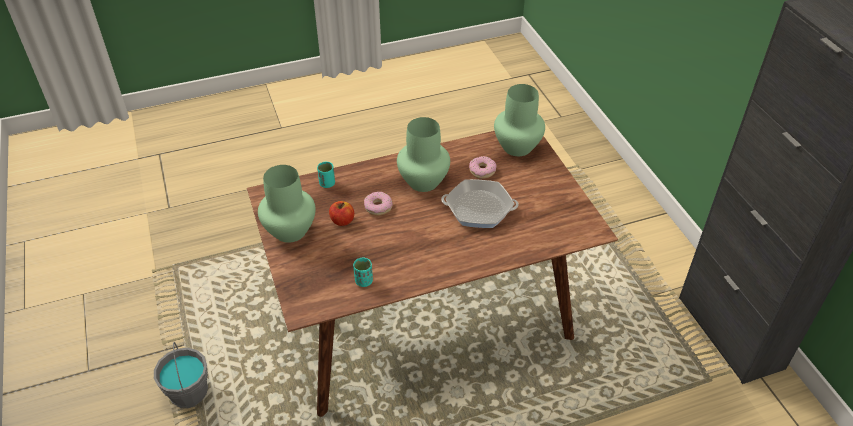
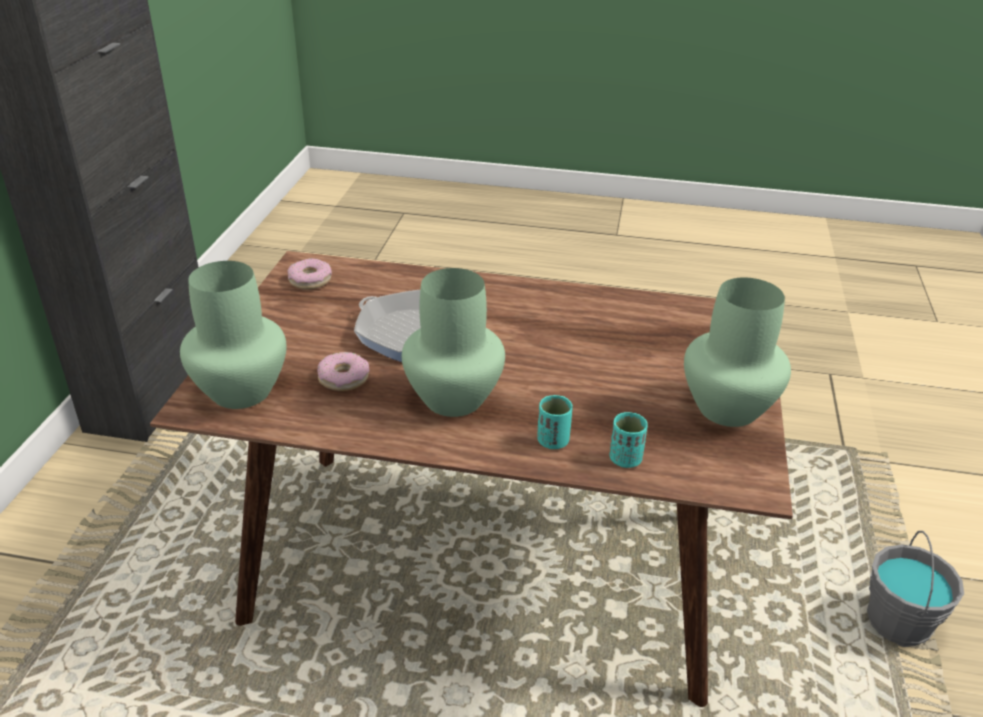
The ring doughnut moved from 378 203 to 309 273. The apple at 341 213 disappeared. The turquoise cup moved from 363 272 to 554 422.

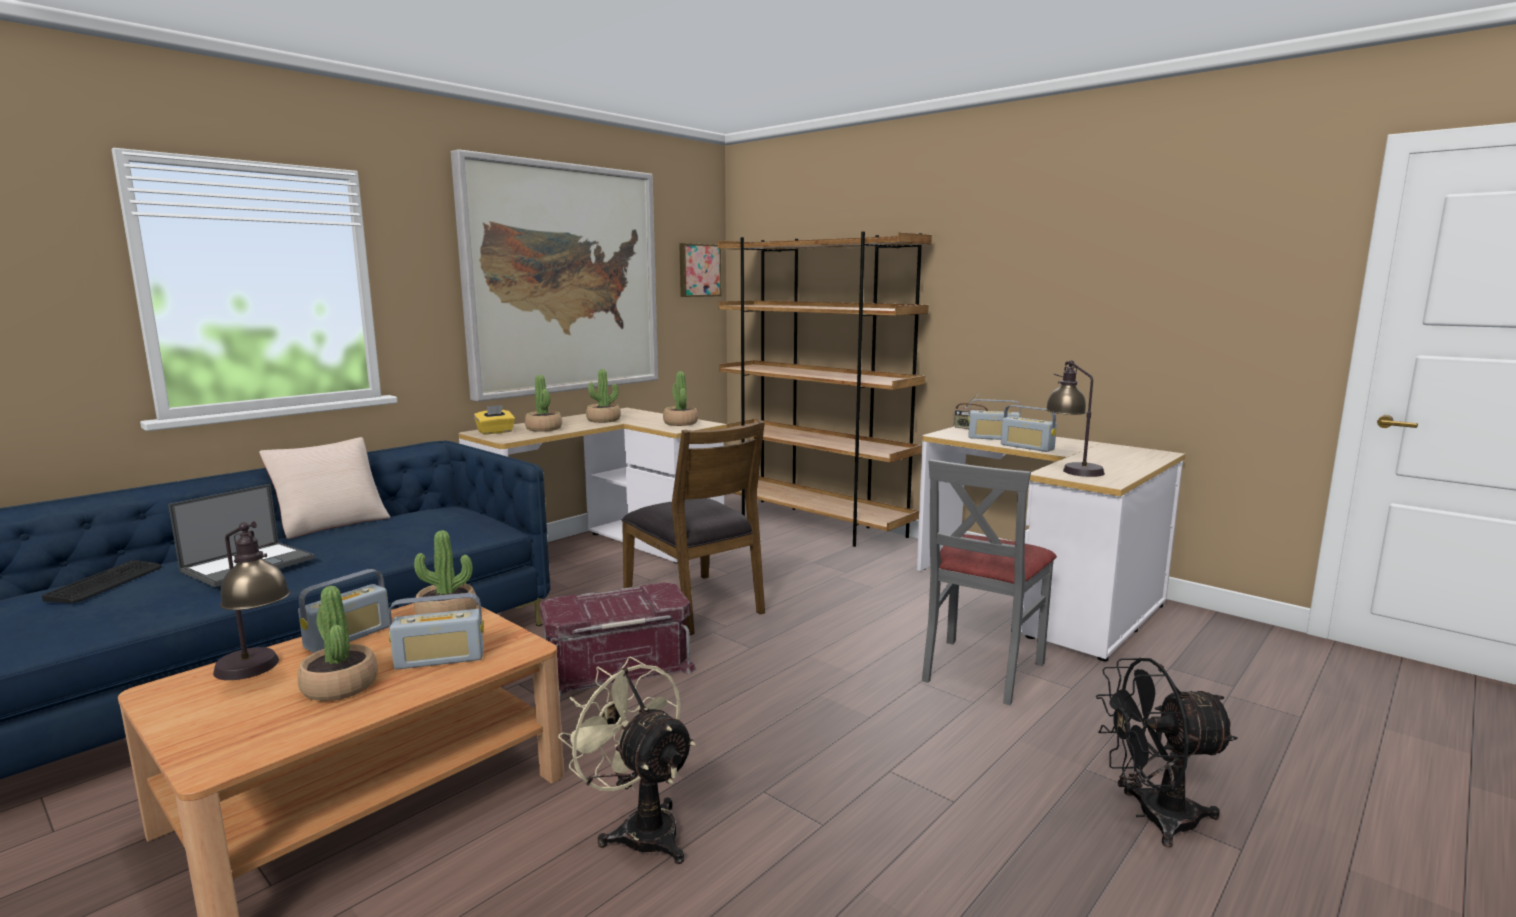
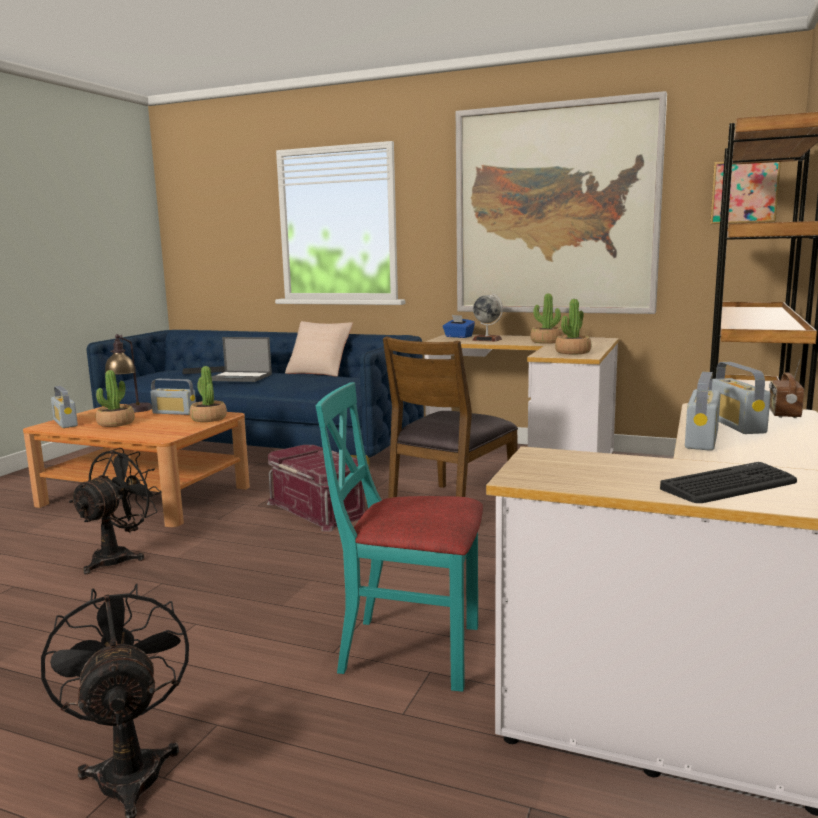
The table lamp at 1075 418 disappeared. The houseplant at 543 403 was replaced by the world globe at 487 317. The yellowish box of tissues at 494 420 became the bluish box of tissues at 459 326. The gray upright chair at 989 582 became the turquoise upright chair at 399 537. The radio moved from 436 631 to 64 407. The beige fan at 626 760 became the black-coloured fan at 115 511. The computer keyboard at 728 482 appeared.

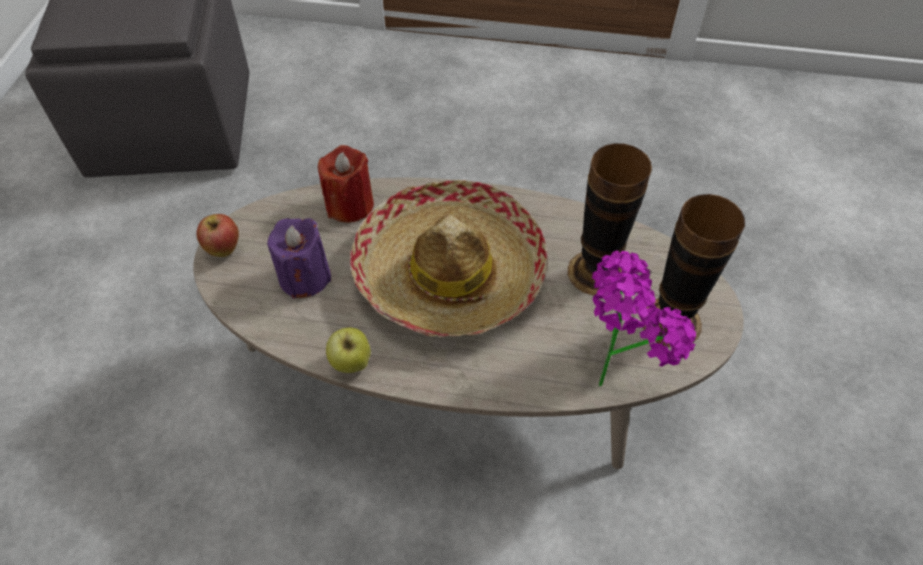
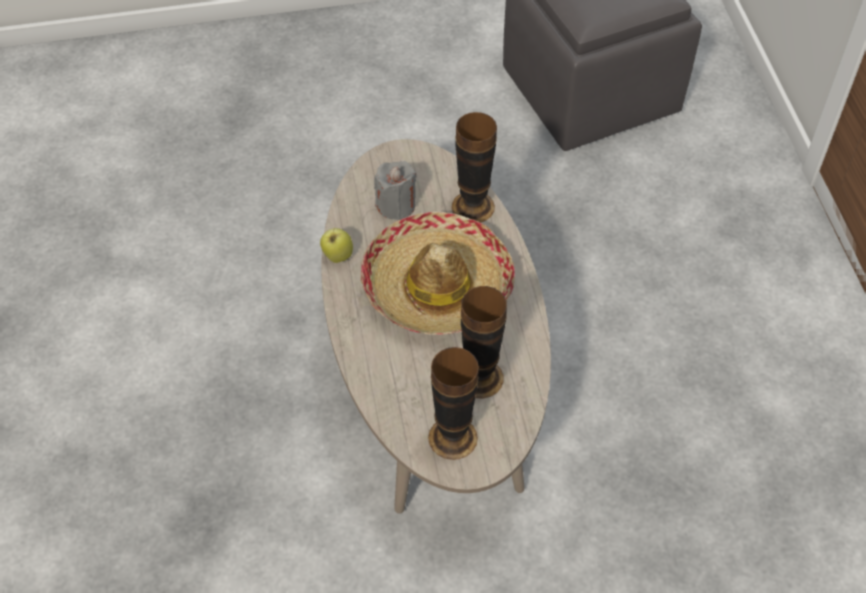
The reddish wax candle at 346 184 was replaced by the flower vase at 474 167. The apple at 217 235 disappeared. The purplish wax candle at 299 258 became the gray wax candle at 395 190. The houseplant at 644 318 disappeared.

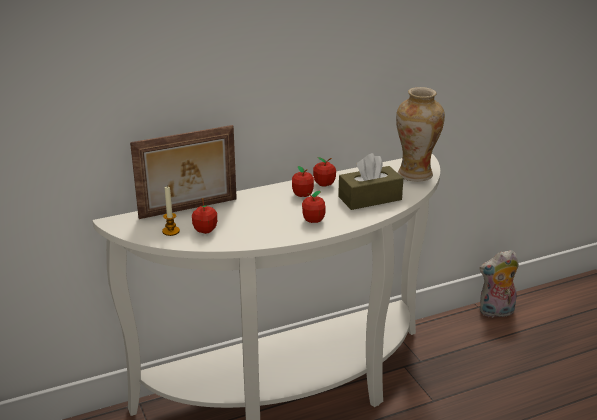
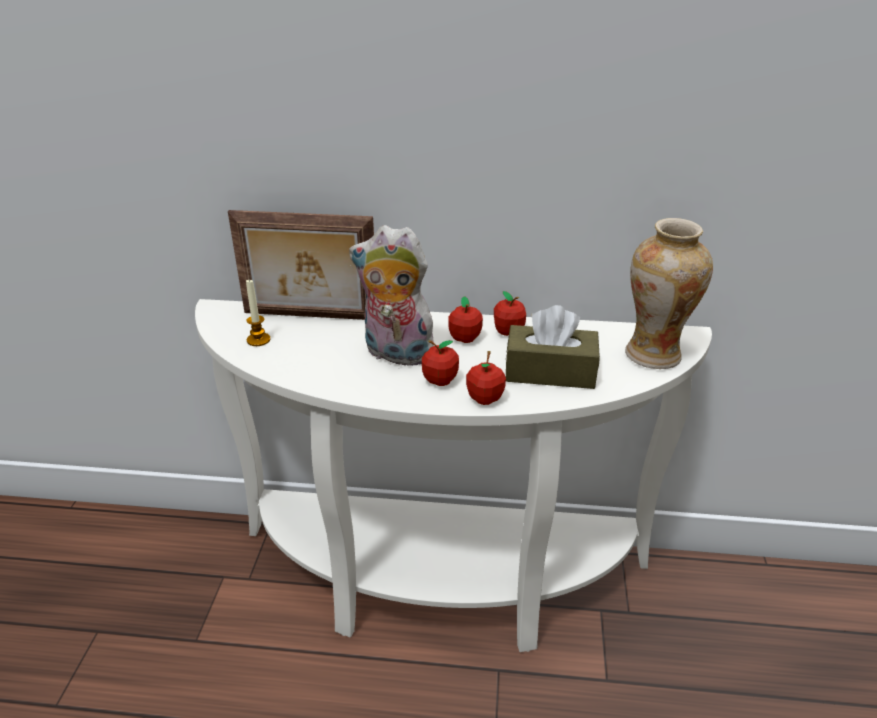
The apple moved from 204 216 to 486 378. The cuddly toy moved from 499 284 to 391 295.

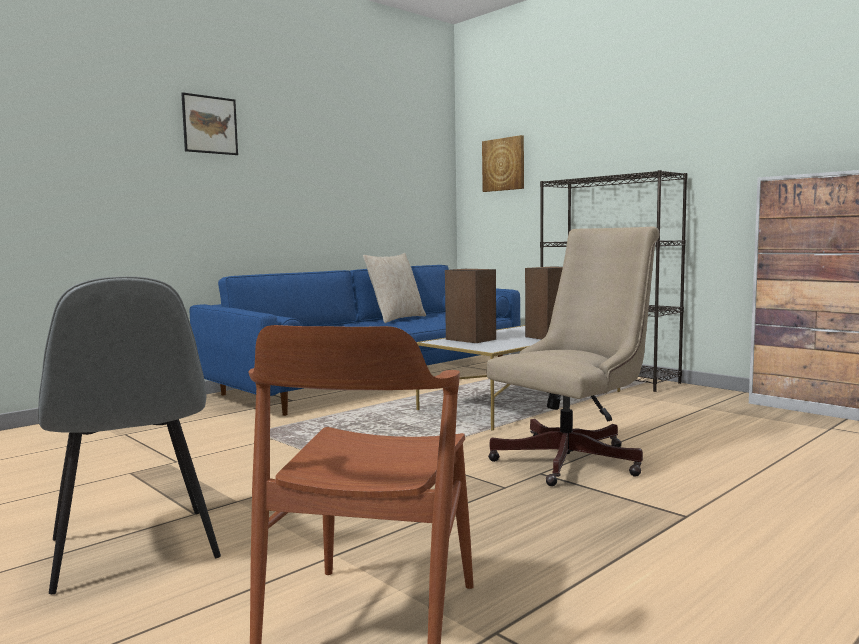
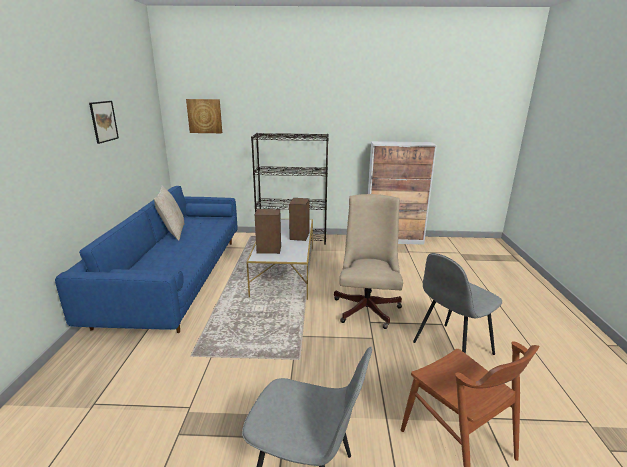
The wall art moved from 209 123 to 104 122. The gray upright chair at 457 304 appeared.

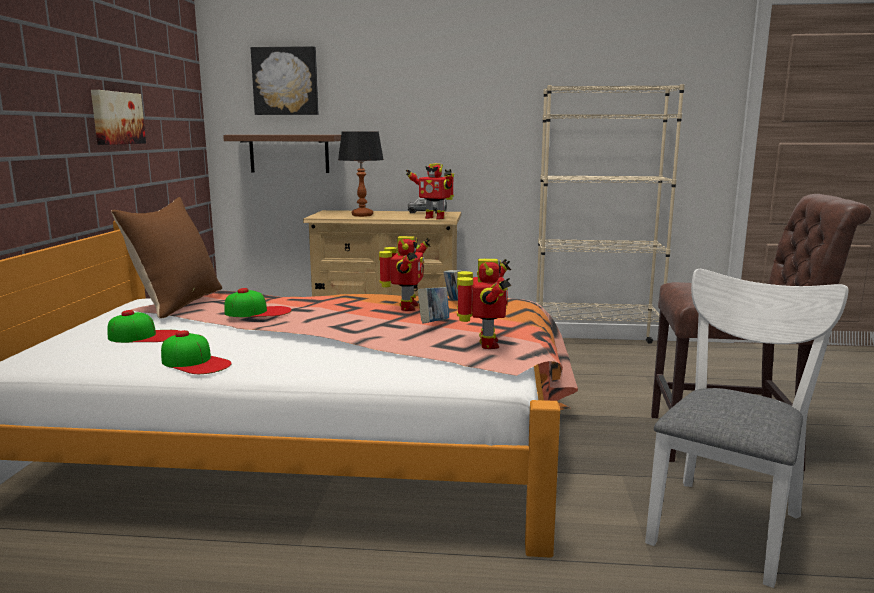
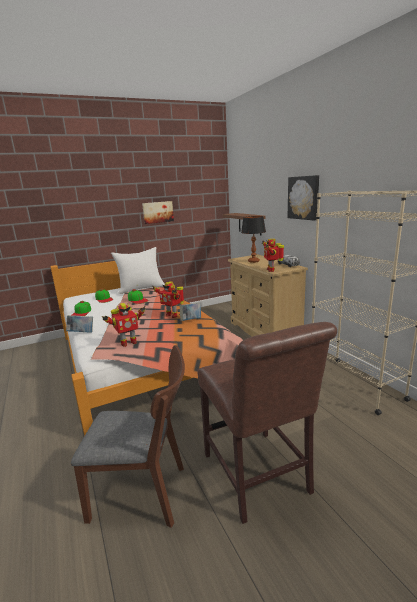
The wall art moved from 285 80 to 303 198. The brownish pillow at 166 257 became the white pillow at 138 270. The model robot at 405 273 turned 60 degrees clockwise. The white upright chair at 747 428 became the brownish upright chair at 128 436. The bound book moved from 433 305 to 79 324.

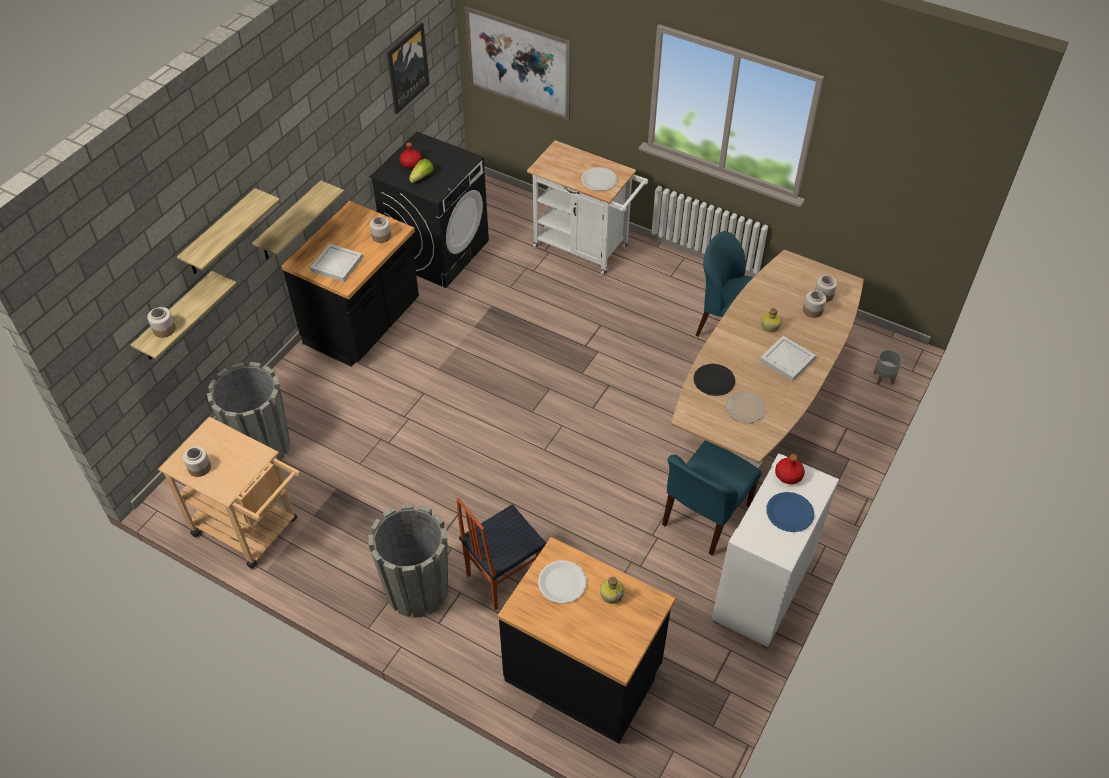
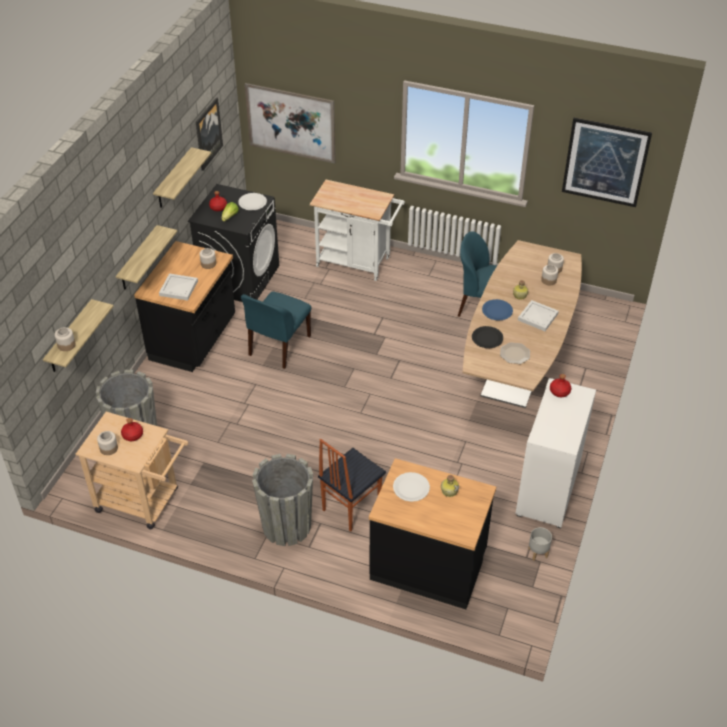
The white flat dish moved from 599 179 to 252 201. The wall shelf moved from 228 231 to 182 177. The gray plant pot moved from 887 367 to 540 544. The bluish upright chair moved from 712 497 to 276 330. The bluish flat dish moved from 790 512 to 497 309. The wall art at 607 162 appeared. The reddish bottle at 132 429 appeared.

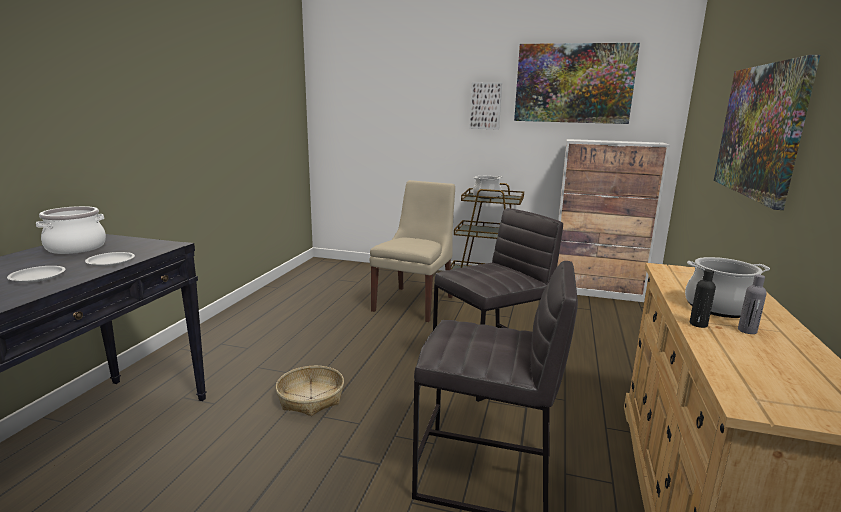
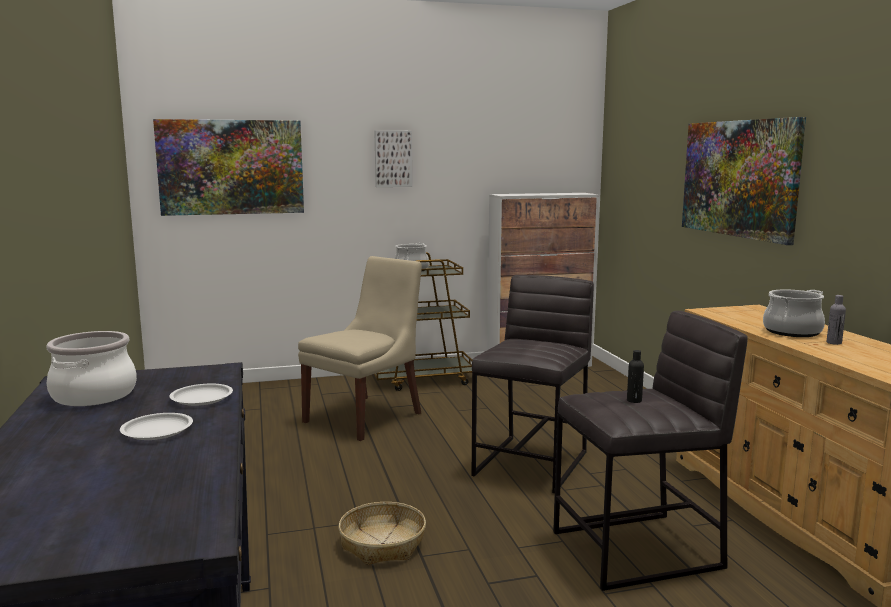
The wall art moved from 577 83 to 228 167. The beige upright chair at 412 251 turned 45 degrees clockwise. The black-coloured bottle moved from 703 298 to 635 376.

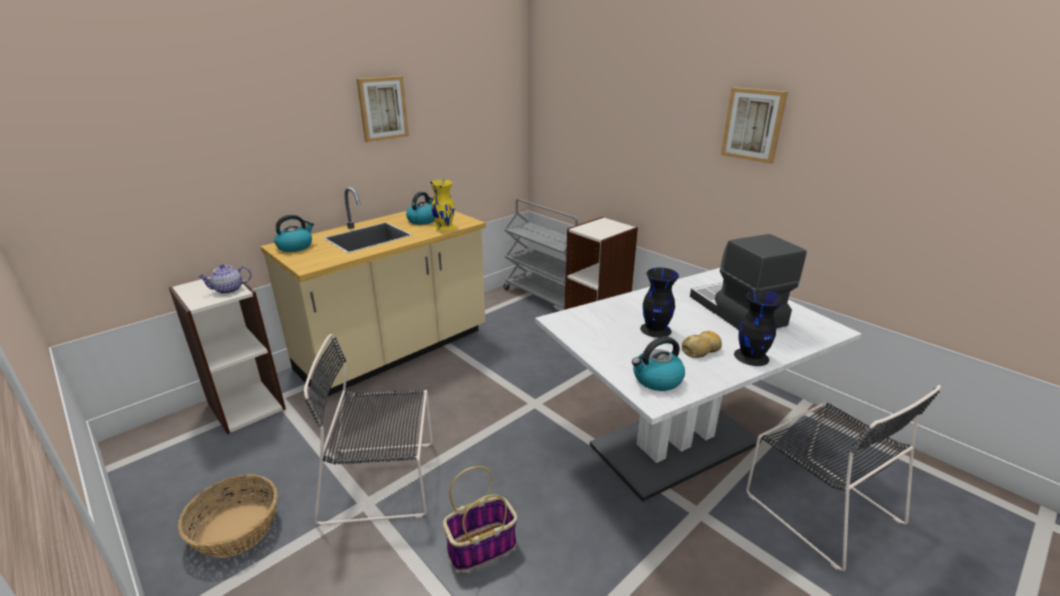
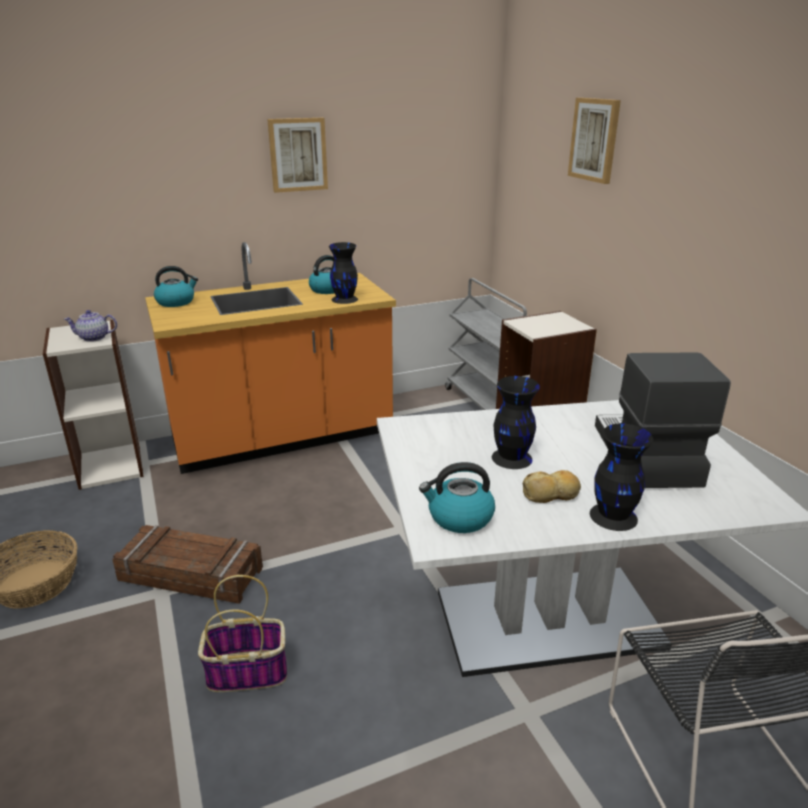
The wall art moved from 754 125 to 594 141. The yellowish flower vase at 442 205 became the black-coloured flower vase at 343 273. The beige kitchen base unit at 373 292 became the orangey kitchen base unit at 270 358. The black-coloured upright chair at 368 430 was replaced by the shipping crate at 187 564.

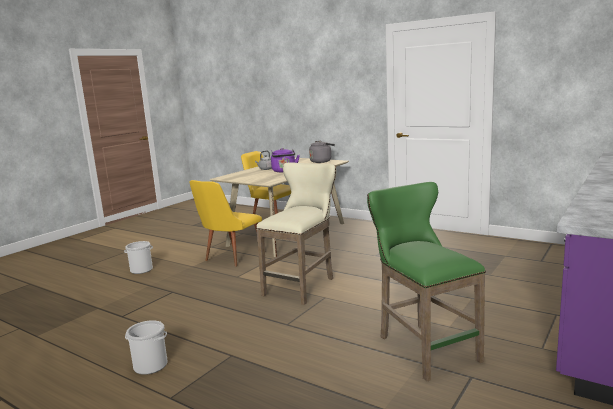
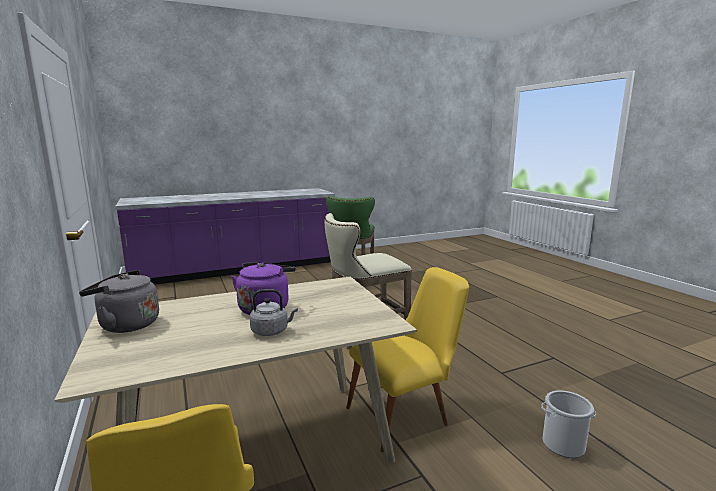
The bucket at 146 347 disappeared.

